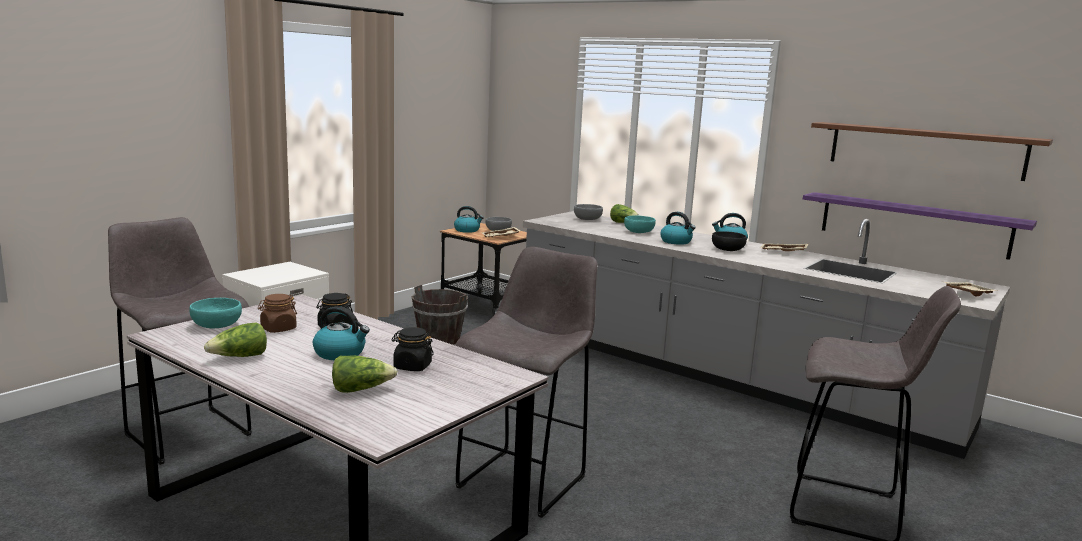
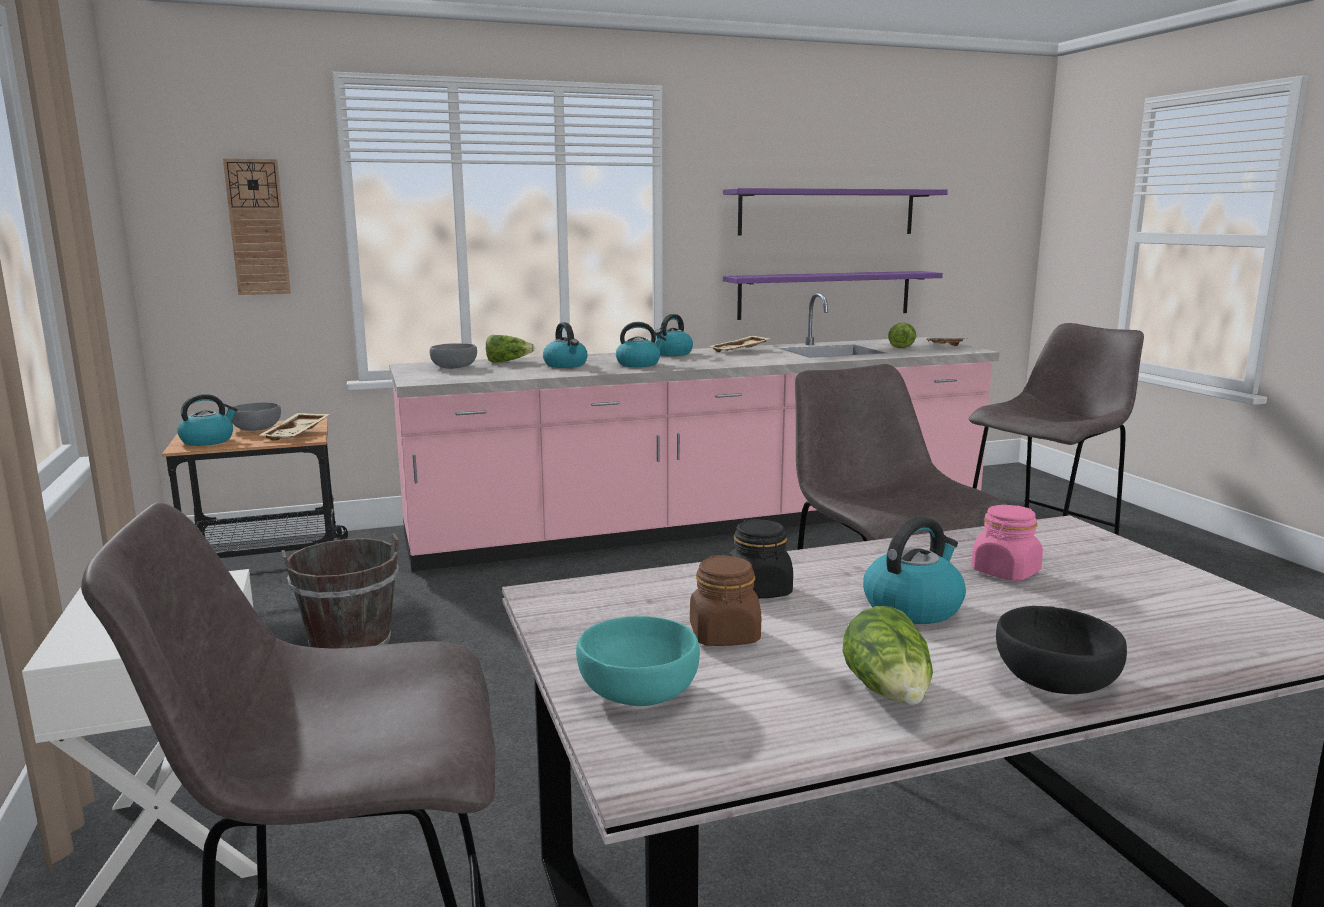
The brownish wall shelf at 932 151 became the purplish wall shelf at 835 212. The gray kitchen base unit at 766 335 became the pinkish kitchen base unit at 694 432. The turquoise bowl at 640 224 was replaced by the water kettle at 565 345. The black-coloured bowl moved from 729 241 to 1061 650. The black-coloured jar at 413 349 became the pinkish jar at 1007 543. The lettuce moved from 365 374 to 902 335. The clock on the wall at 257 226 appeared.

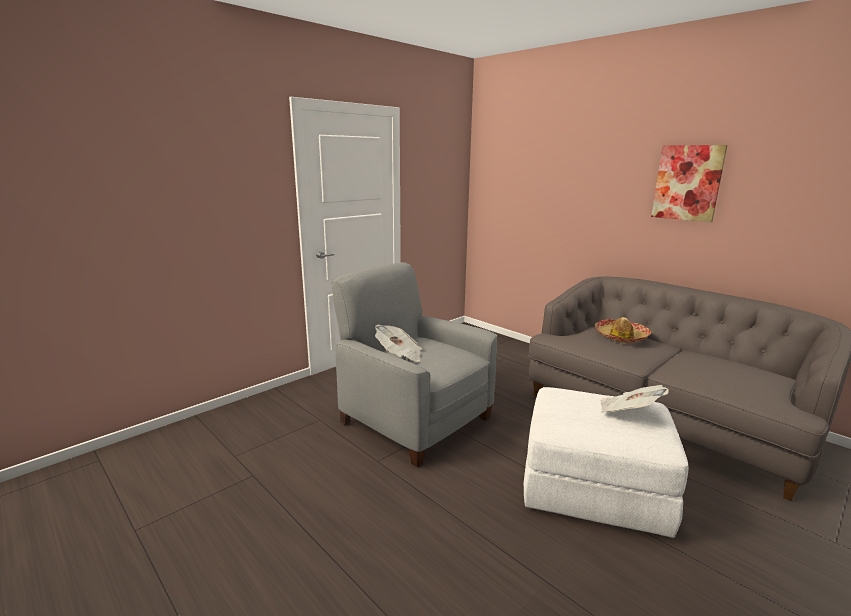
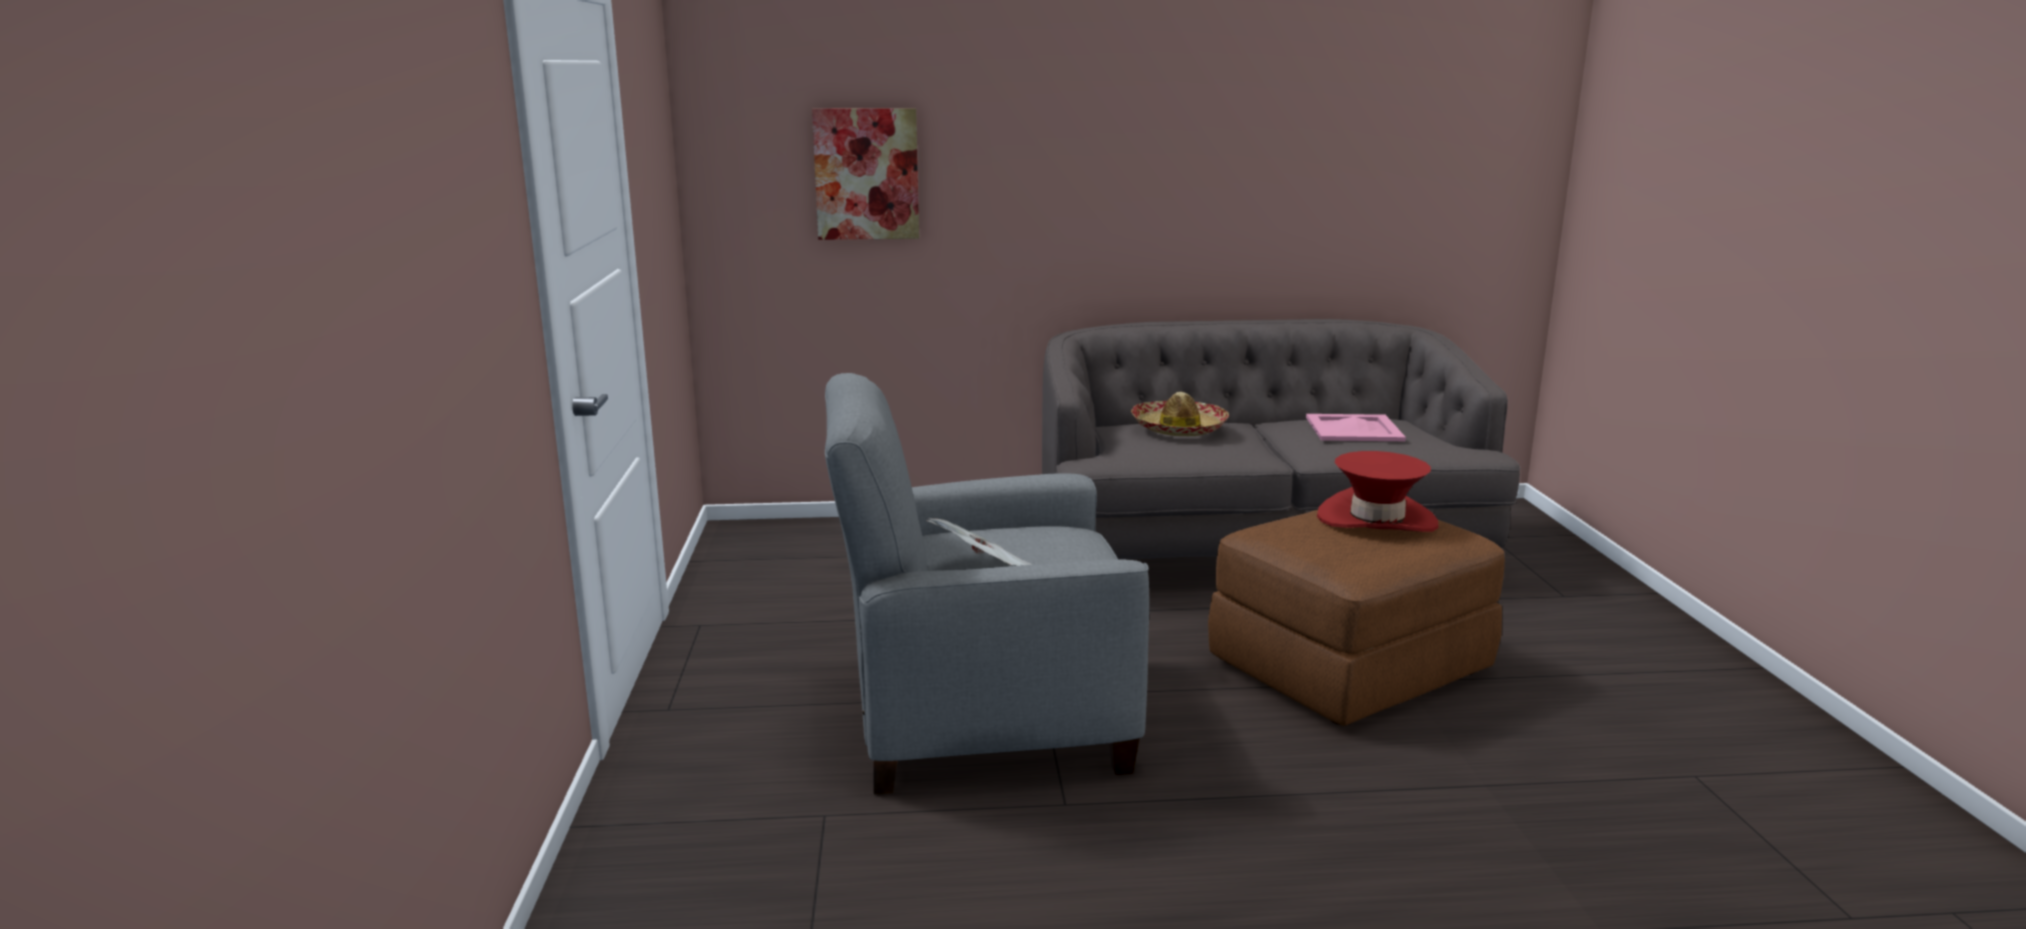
The wall art moved from 689 184 to 865 174. The printed paper at 634 399 was replaced by the reddish hat at 1377 491. The white ottoman at 606 462 became the brownish ottoman at 1356 618. The pinkish serving tray at 1356 427 appeared.

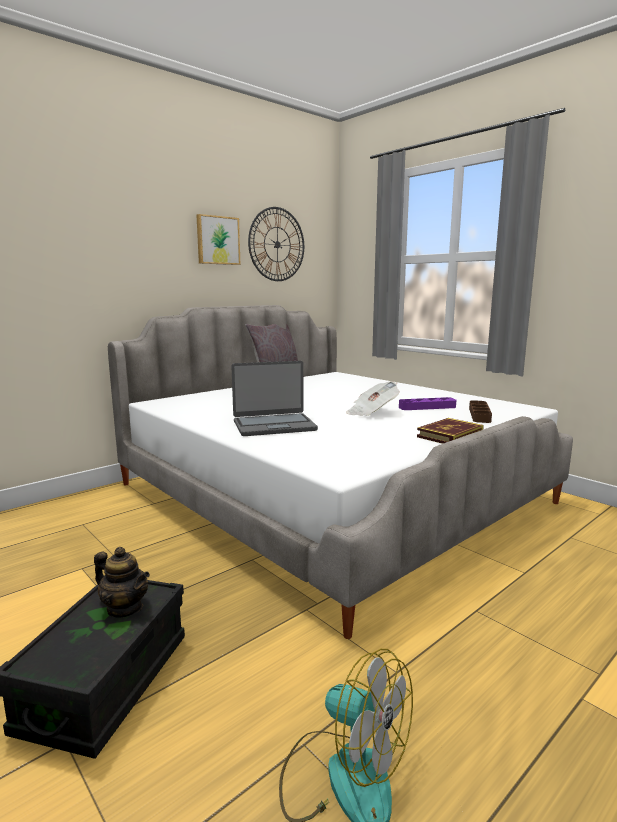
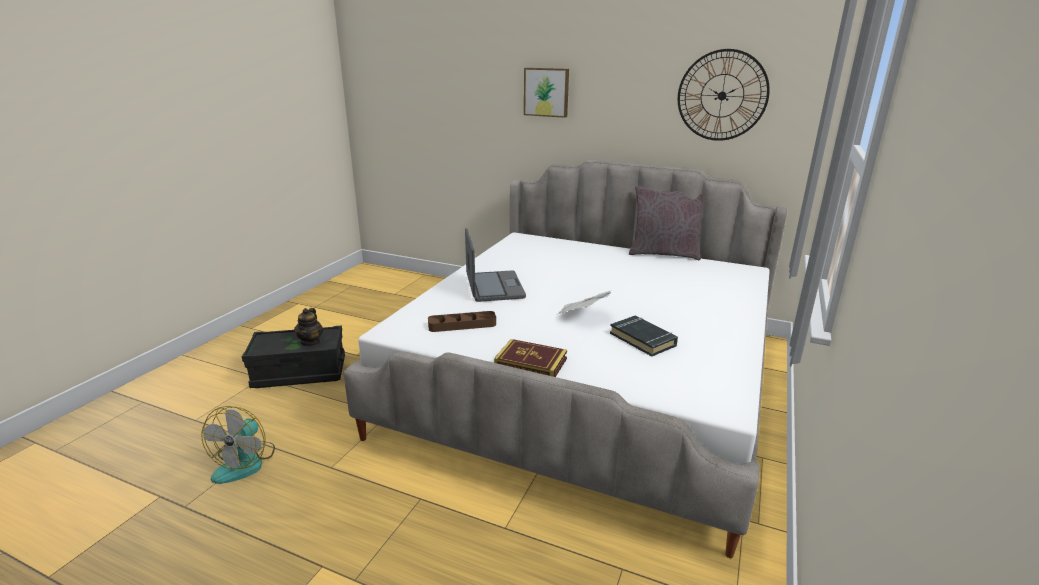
The wall art moved from 218 239 to 546 93. The portable computer at 274 398 turned 150 degrees counterclockwise. The purplish serving tray at 427 403 was replaced by the black-coloured bound book at 644 336. The brownish serving tray moved from 480 411 to 462 321.

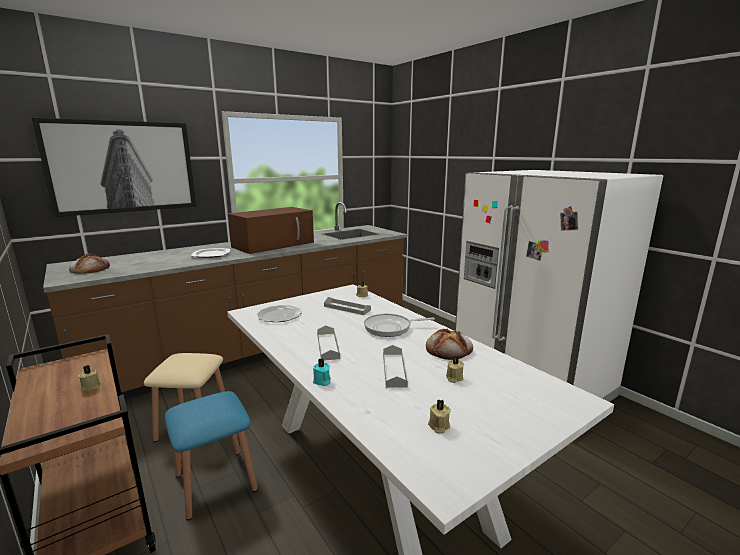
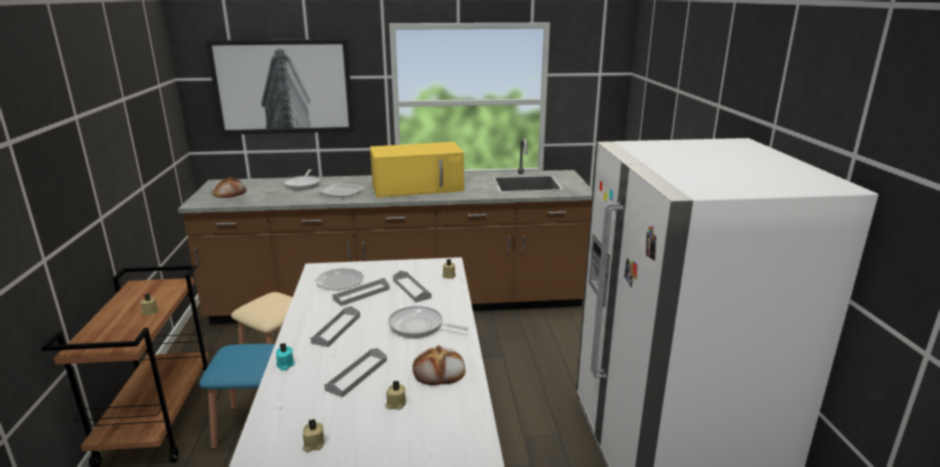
The brownish microwave oven at 271 230 became the yellowish microwave oven at 417 170. The skillet at 302 179 appeared. The gray serving tray at 361 292 appeared.

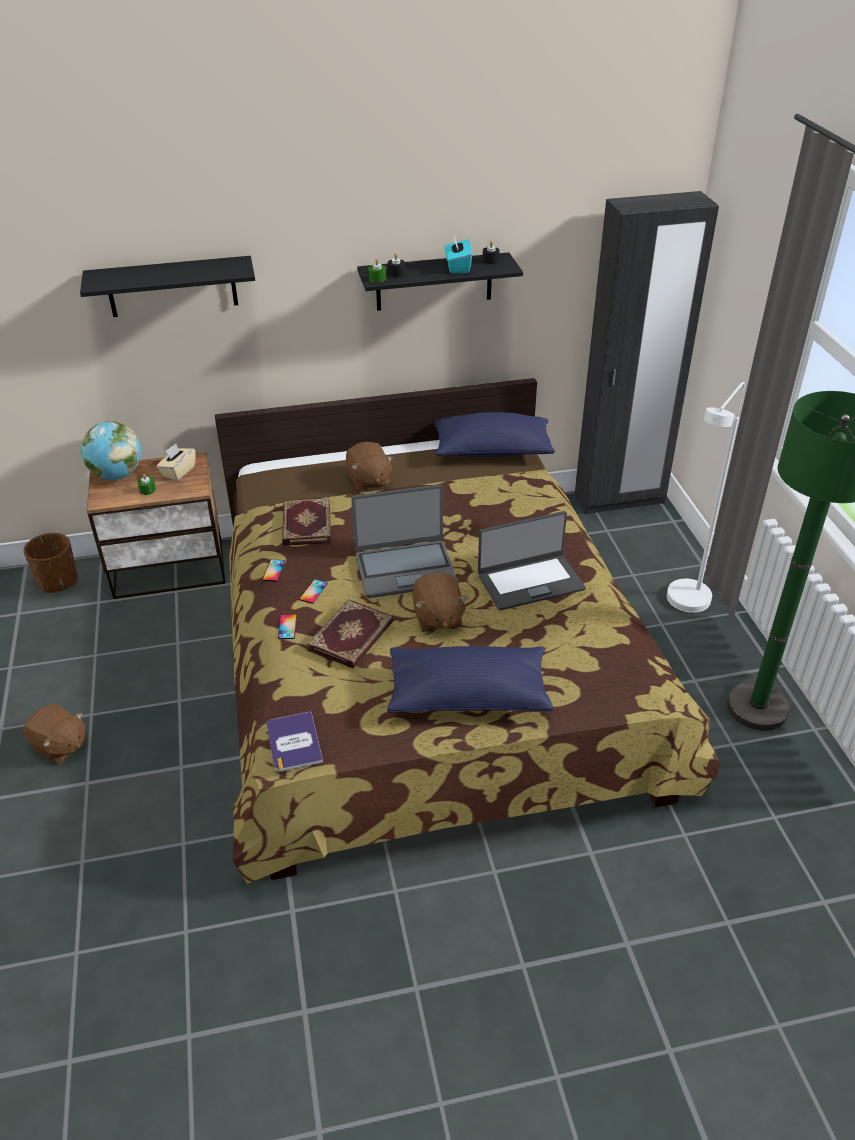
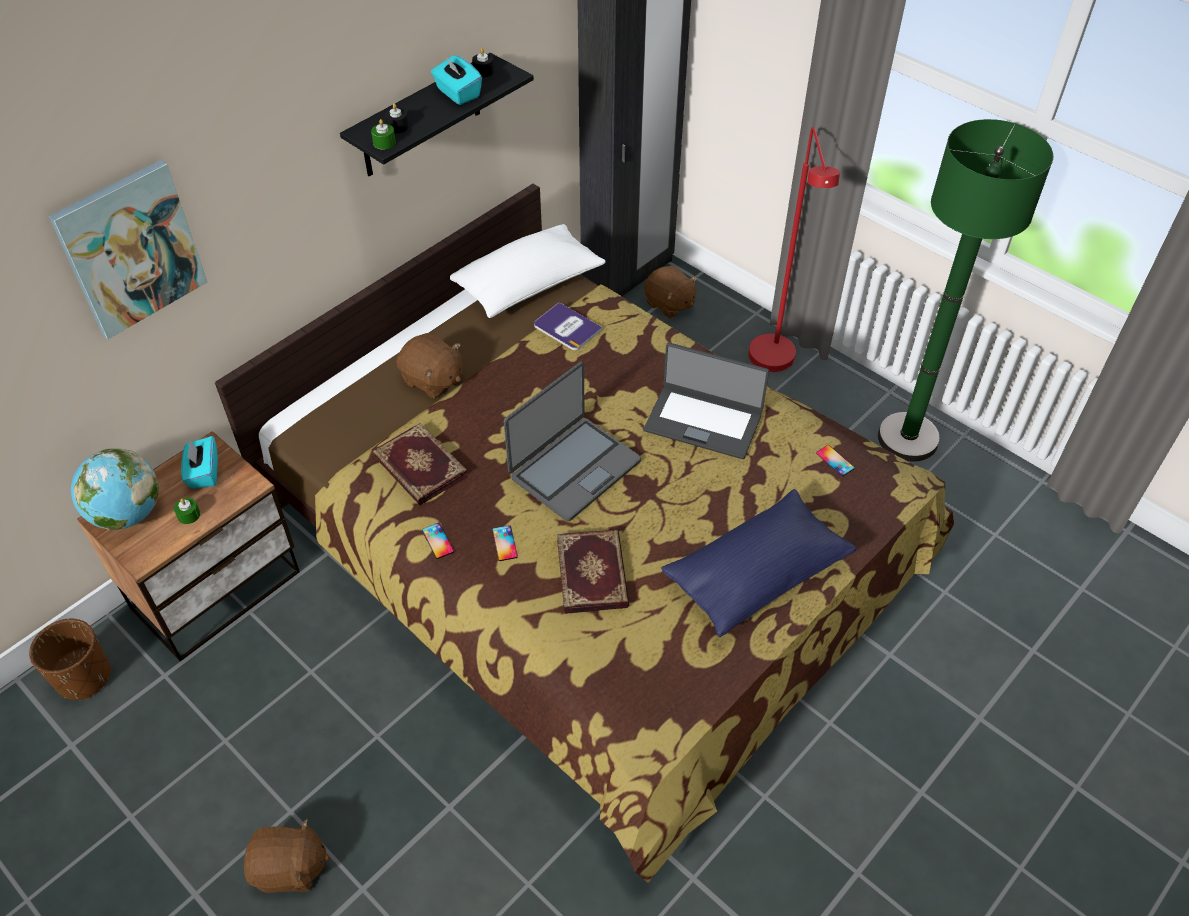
The black-coloured wall shelf at 167 286 was replaced by the wall art at 128 249. The white standard lamp at 706 497 became the reddish standard lamp at 794 249. The bluish pillow at 494 434 became the white pillow at 528 271. The beige box of tissues at 176 462 became the turquoise box of tissues at 199 462. The portable computer at 532 561 turned 75 degrees clockwise. The brownish cuddly toy moved from 440 602 to 670 292. The handset moved from 287 626 to 835 460. The bound book moved from 295 741 to 568 326.

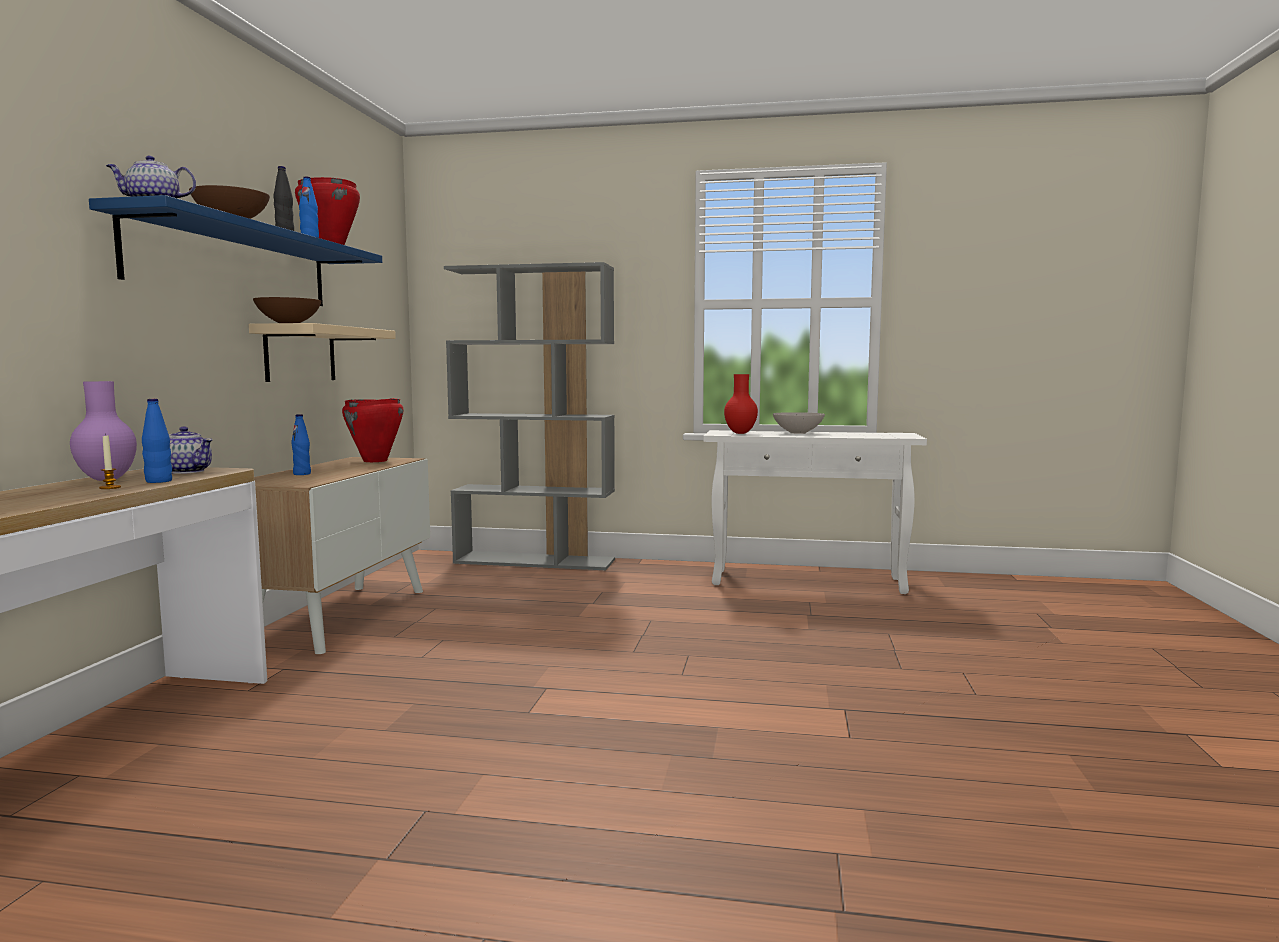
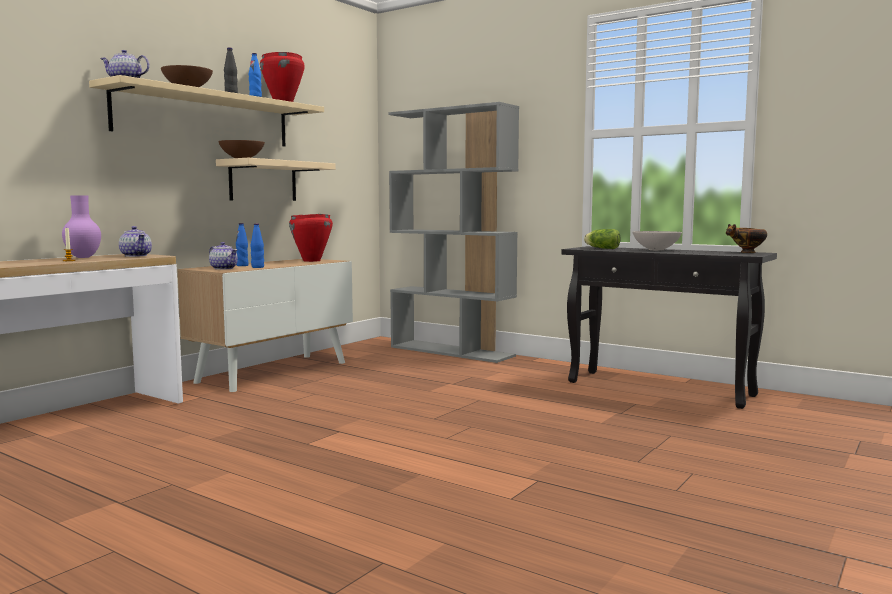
The bluish wall shelf at 235 250 became the beige wall shelf at 206 110. The reddish flower vase at 741 404 was replaced by the lettuce at 602 239. The bluish bottle moved from 157 441 to 257 245. The white narrow table at 815 512 became the black-coloured narrow table at 669 327. The bowl at 746 238 appeared. The teapot at 223 256 appeared.

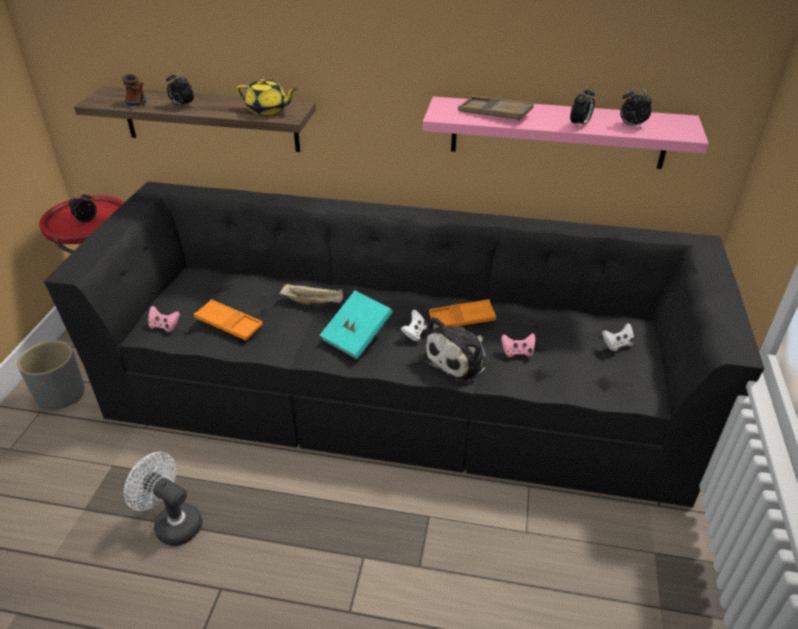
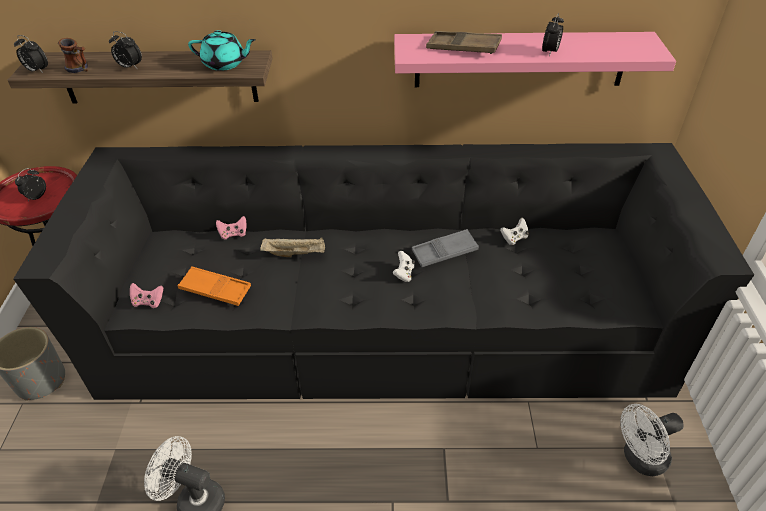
The yellowish teapot at 266 96 became the turquoise teapot at 222 50. The table clock moved from 636 107 to 31 54. The turquoise bound book at 356 325 disappeared. The orangey serving tray at 462 313 became the gray serving tray at 445 248. The cuddly toy at 455 350 disappeared. The white game controller moved from 618 337 to 514 231. The pinkish game controller moved from 518 345 to 231 227. The white fan at 652 440 appeared.

